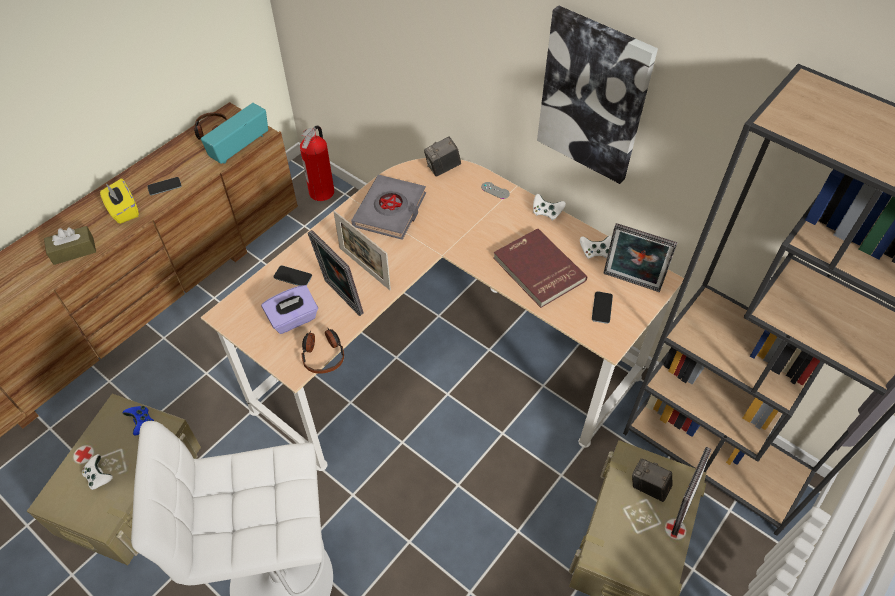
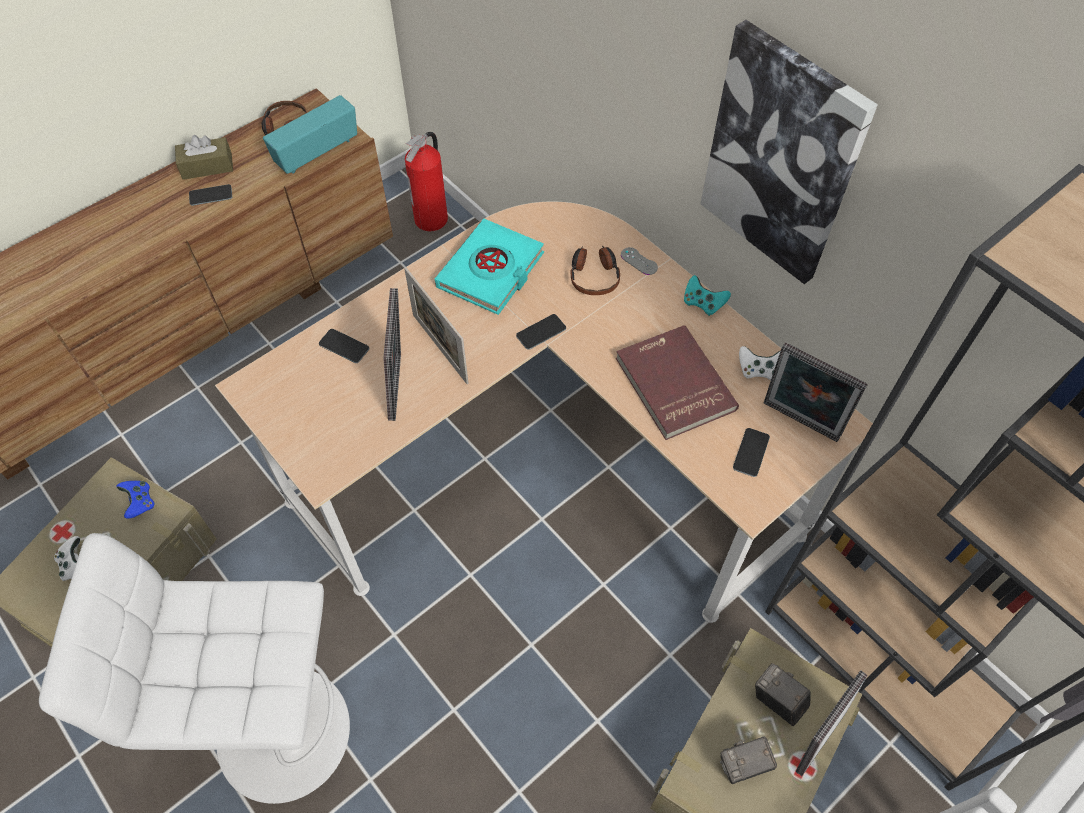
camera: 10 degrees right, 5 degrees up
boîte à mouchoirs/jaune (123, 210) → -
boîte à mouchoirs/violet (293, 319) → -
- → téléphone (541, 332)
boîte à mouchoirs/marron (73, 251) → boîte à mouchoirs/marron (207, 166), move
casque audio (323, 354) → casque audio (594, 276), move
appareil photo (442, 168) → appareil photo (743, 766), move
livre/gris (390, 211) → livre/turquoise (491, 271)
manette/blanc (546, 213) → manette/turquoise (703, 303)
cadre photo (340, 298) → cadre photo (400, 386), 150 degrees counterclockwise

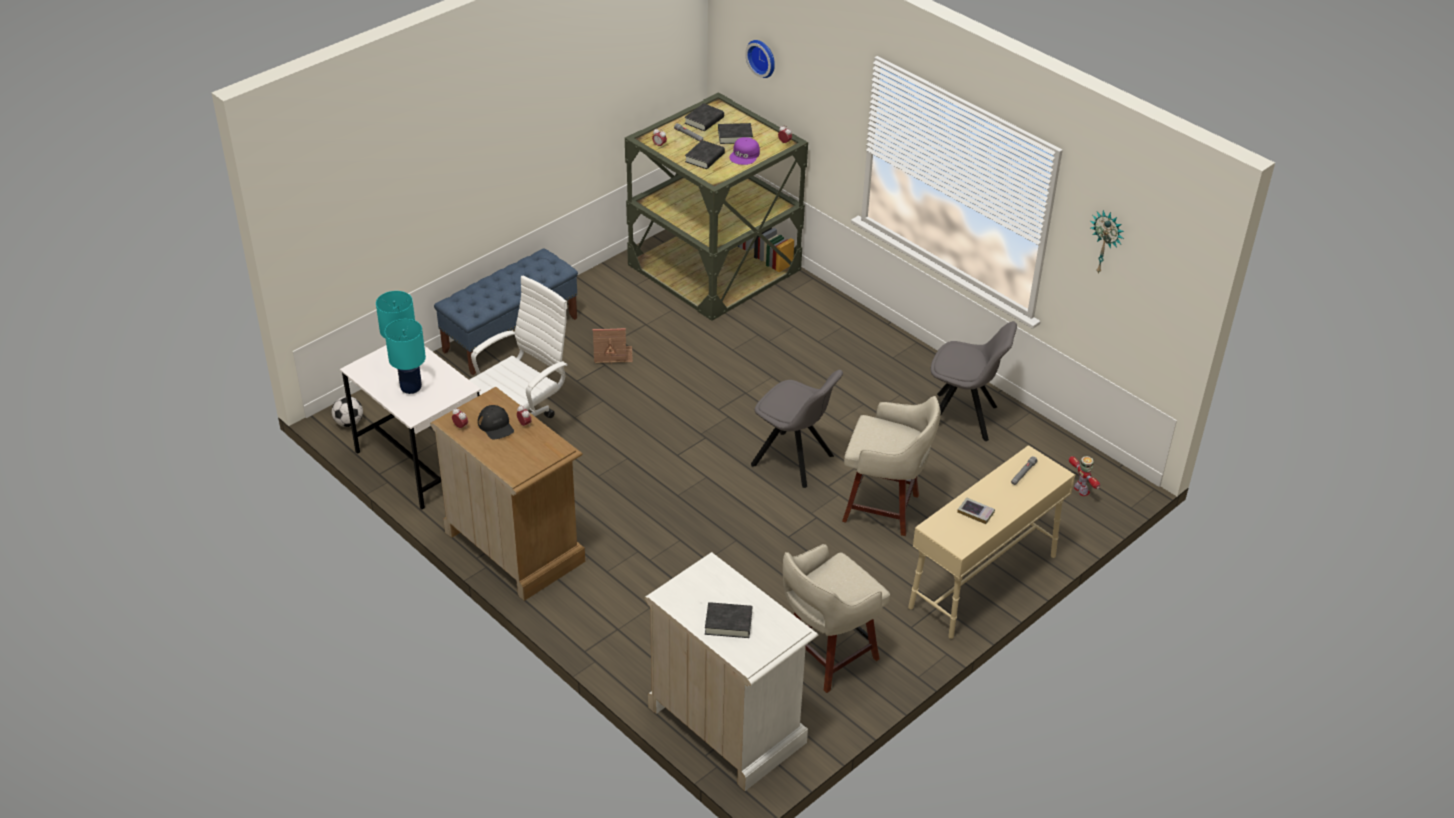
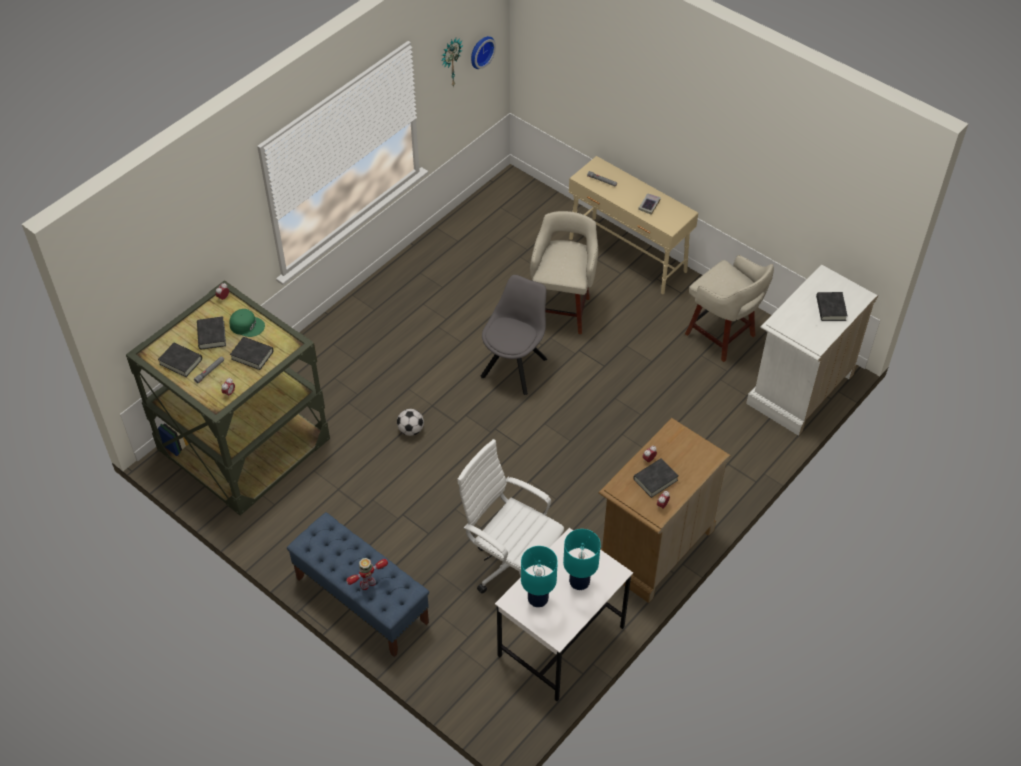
camera: 95 degrees left, 10 degrees up
maison miniature (612, 354) → -
chaise/gris (963, 418) → -
ballon de foot (349, 423) → ballon de foot (411, 430), move
horloge murale (763, 57) → horloge murale (480, 51), move
robot jouet (1081, 490) → robot jouet (368, 583), move
casquette/noir (496, 426) → livre/noir (655, 480)
casquette/violet (745, 155) → casquette/vert (247, 325)

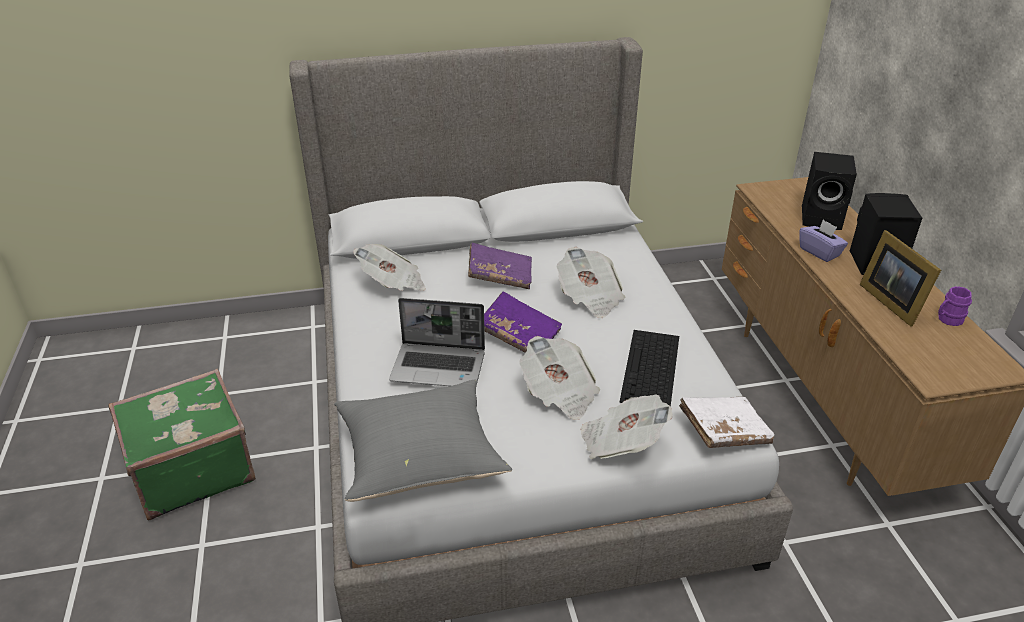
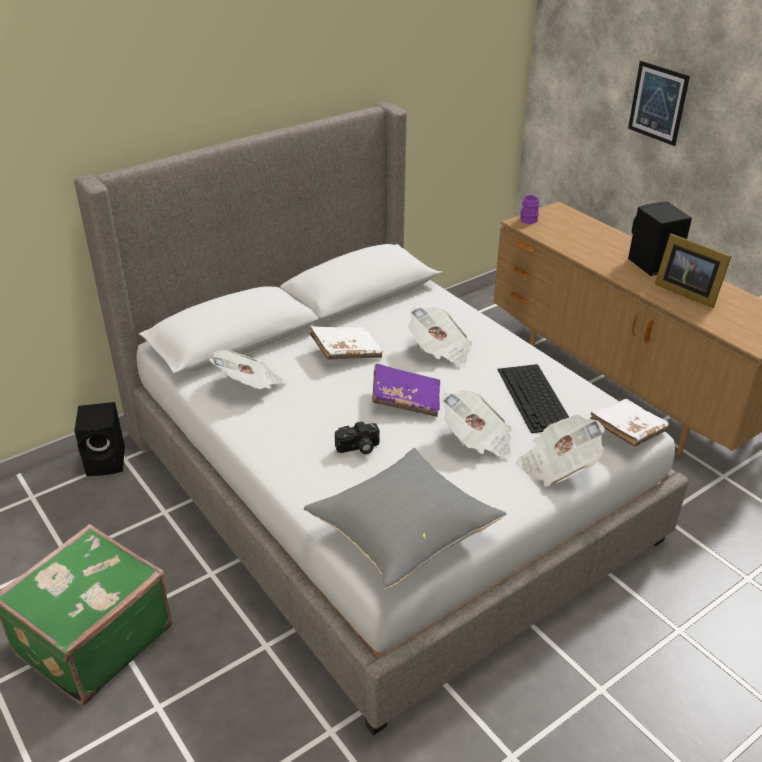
camera: 25 degrees left, 0 degrees up
boîte à mouchoirs/violet (819, 252) → -
- → tableau (658, 103)
enceinte/noir (823, 218) → enceinte/noir (107, 461), move
mug/violet (947, 319) → mug/violet (527, 220), move
ordinateur portable (439, 366) → appareil photo (358, 448)
livre/violet (500, 276) → livre/blanc (346, 352)

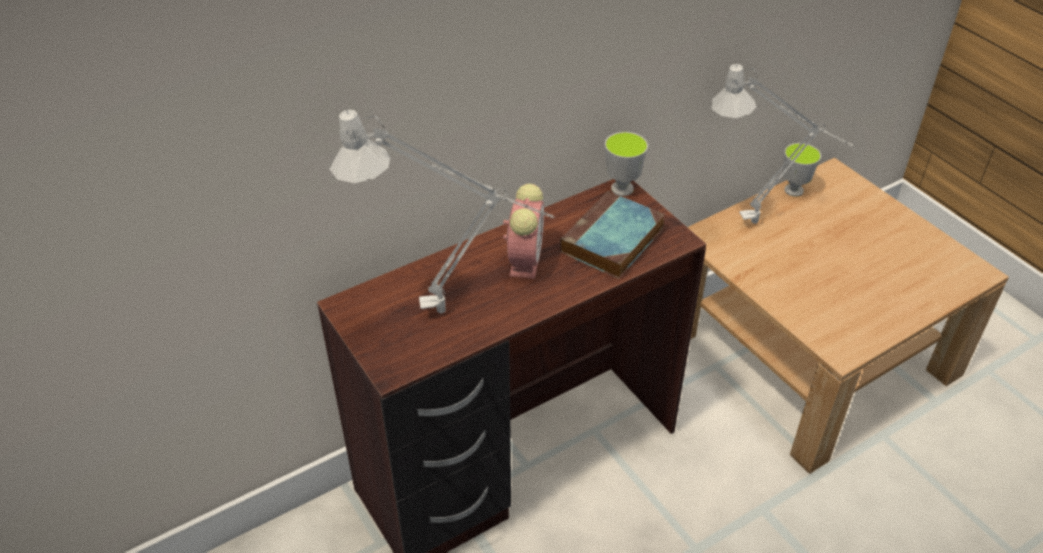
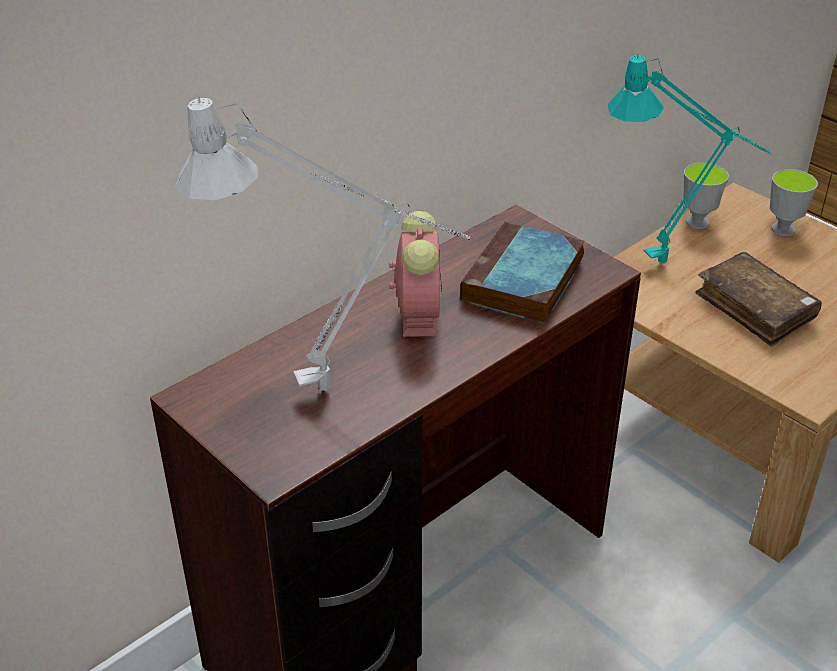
camera: 10 degrees left, 5 degrees down
- → livre/marron (755, 308)
tasse (622, 189) → tasse (783, 229), move
lampe de table/gris (763, 222) → lampe de table/turquoise (672, 261)

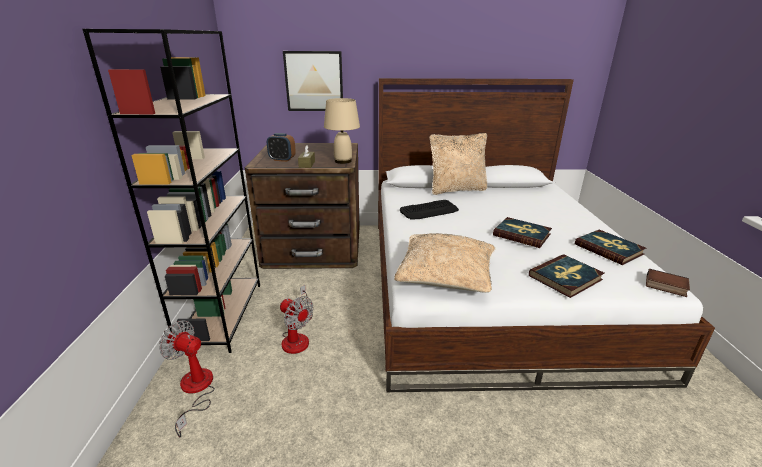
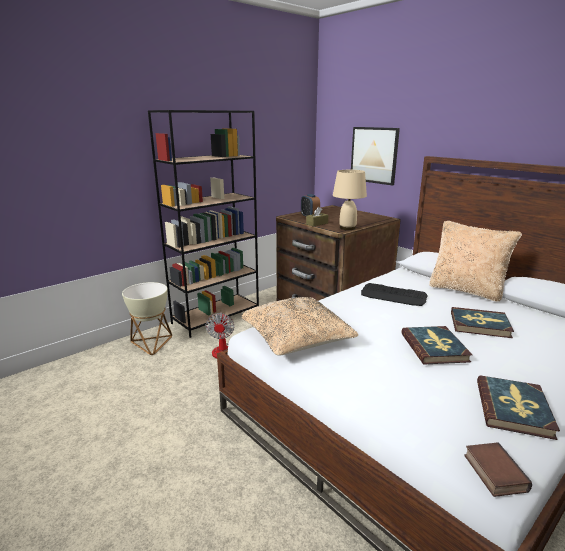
camera: 50 degrees right, 5 degrees down
livre (565, 278) → livre (479, 325), move
ventilateur (195, 390) → cache-pot (151, 345)

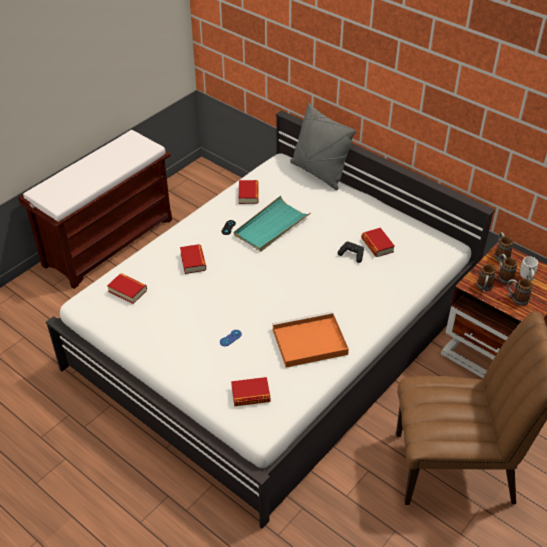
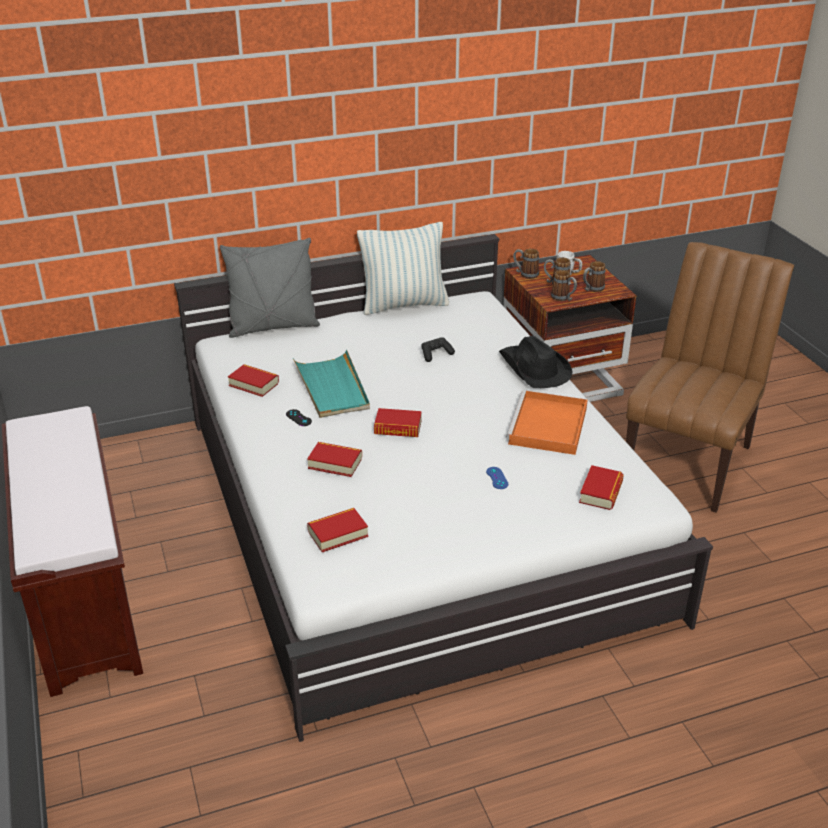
camera: 60 degrees left, 10 degrees down
- → coussin (404, 305)
- → chapeau/noir (534, 369)
livre (377, 245) → livre (398, 428), move

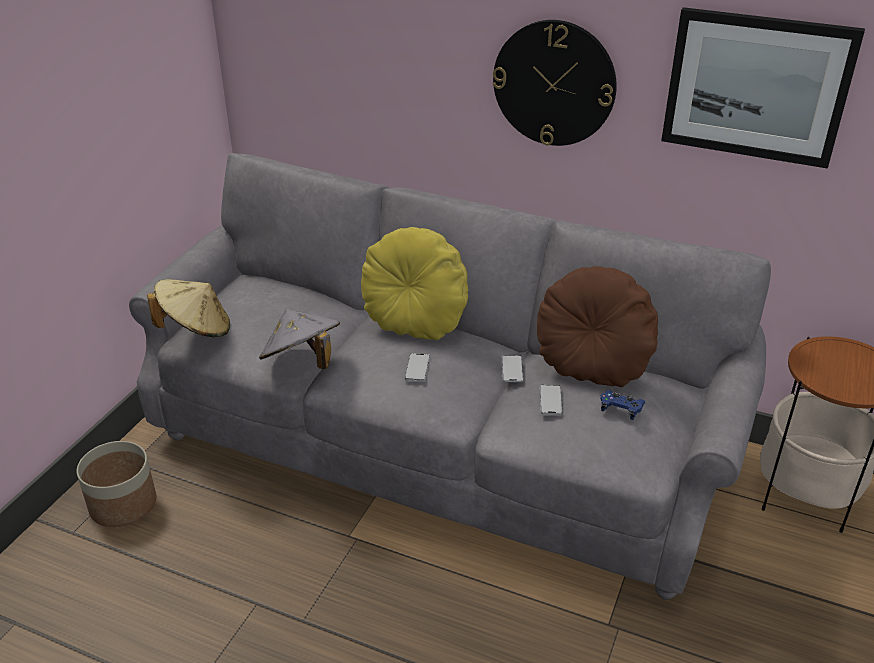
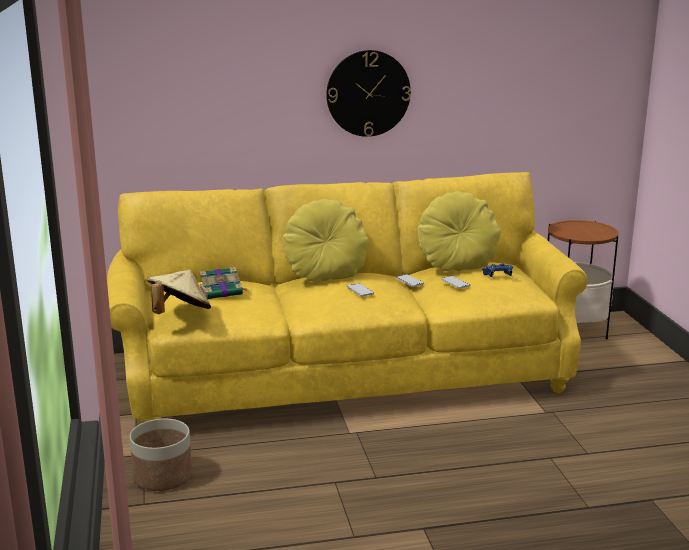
camera: 35 degrees left, 15 degrees down
chapeau/gris (302, 362) → -
tableau (756, 87) → -
- → livre (222, 292)
canapé/gris (437, 442) → canapé/jaune (344, 374)
coussin/marron (591, 370) → coussin/jaune (457, 267)

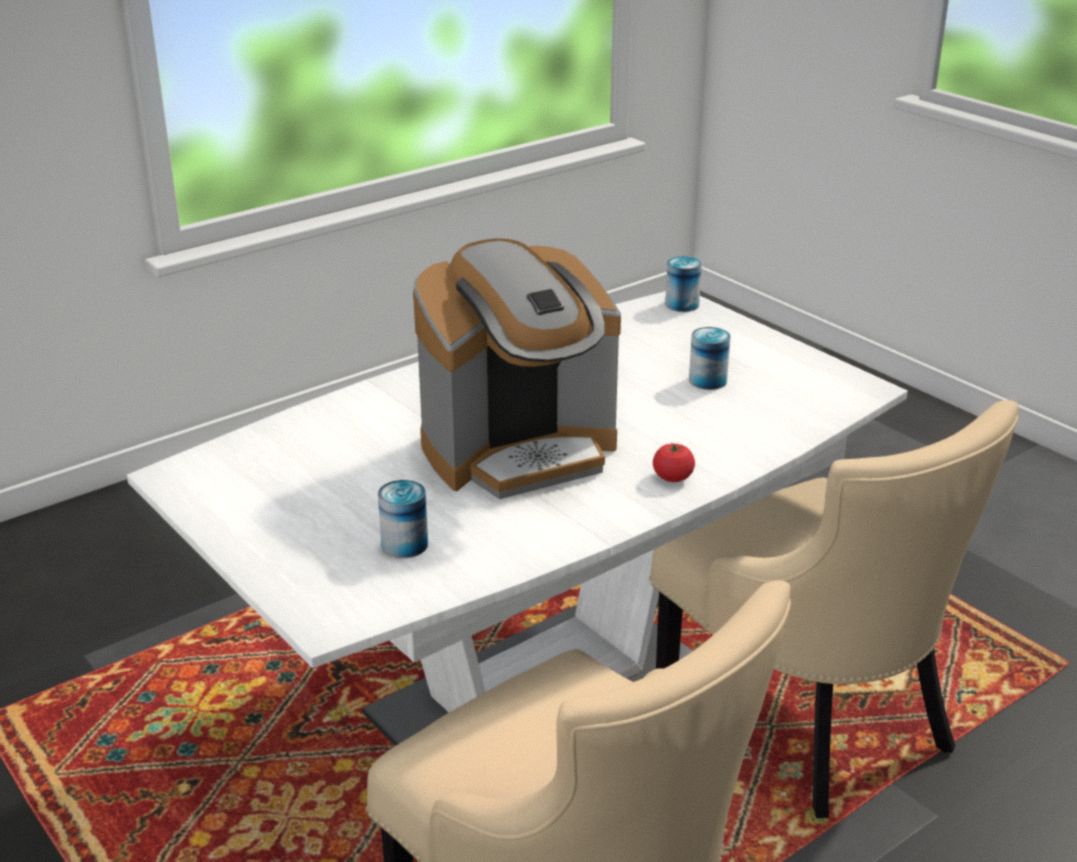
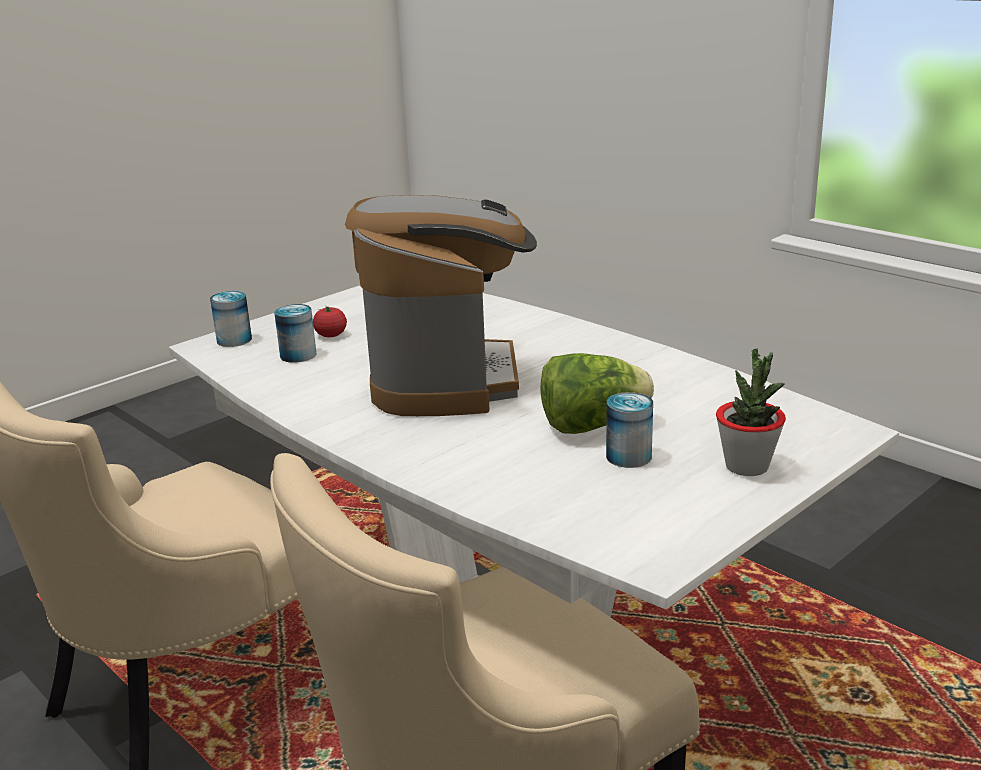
camera: 85 degrees right, 5 degrees down
- → laitue (592, 425)
- → plante en pot (747, 466)
tomate (672, 477) → tomate (331, 335), move
boîte métallique (682, 304) → boîte métallique (234, 340), move
machine à café (519, 451) → machine à café (446, 379), 150 degrees counterclockwise

